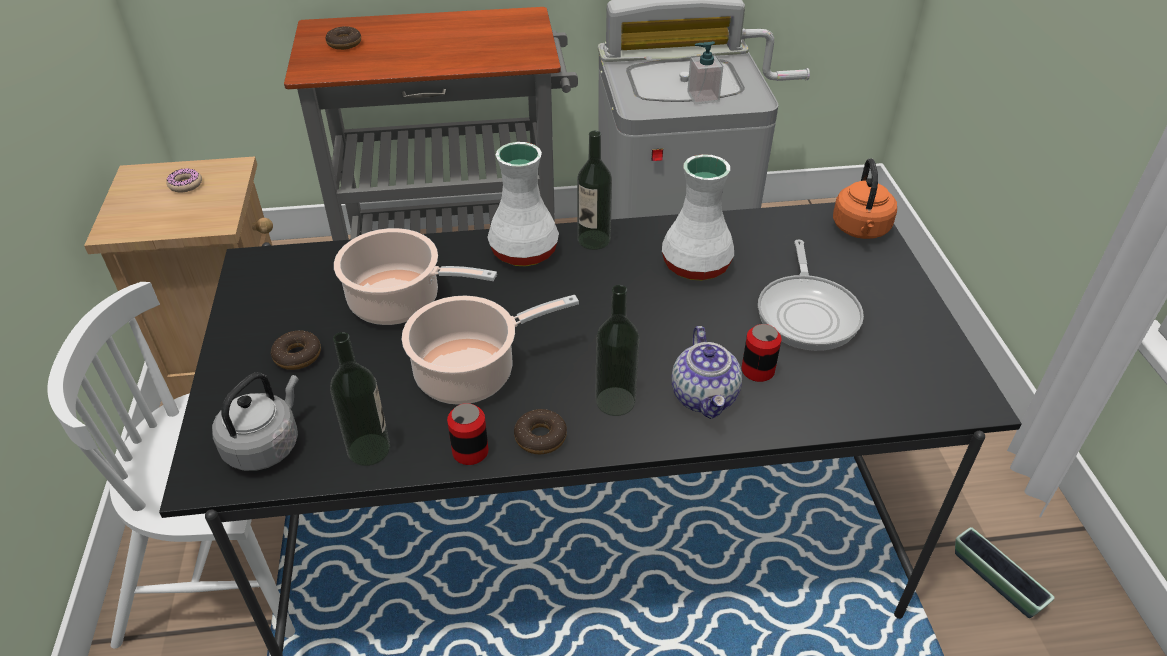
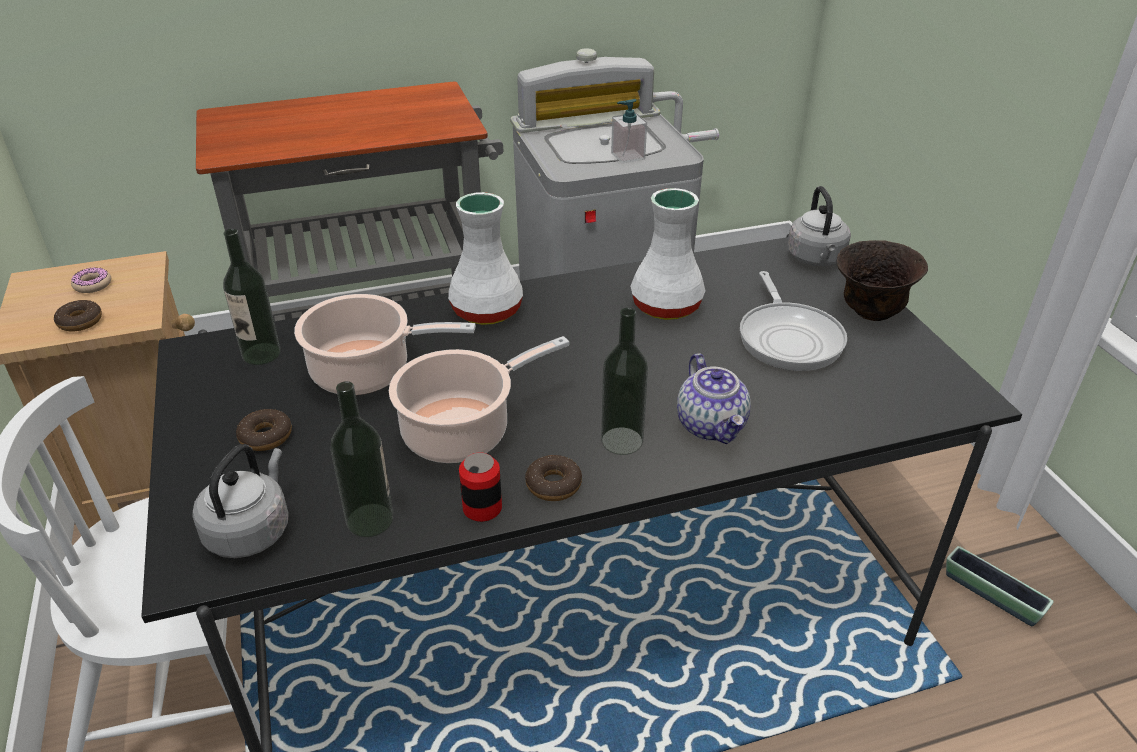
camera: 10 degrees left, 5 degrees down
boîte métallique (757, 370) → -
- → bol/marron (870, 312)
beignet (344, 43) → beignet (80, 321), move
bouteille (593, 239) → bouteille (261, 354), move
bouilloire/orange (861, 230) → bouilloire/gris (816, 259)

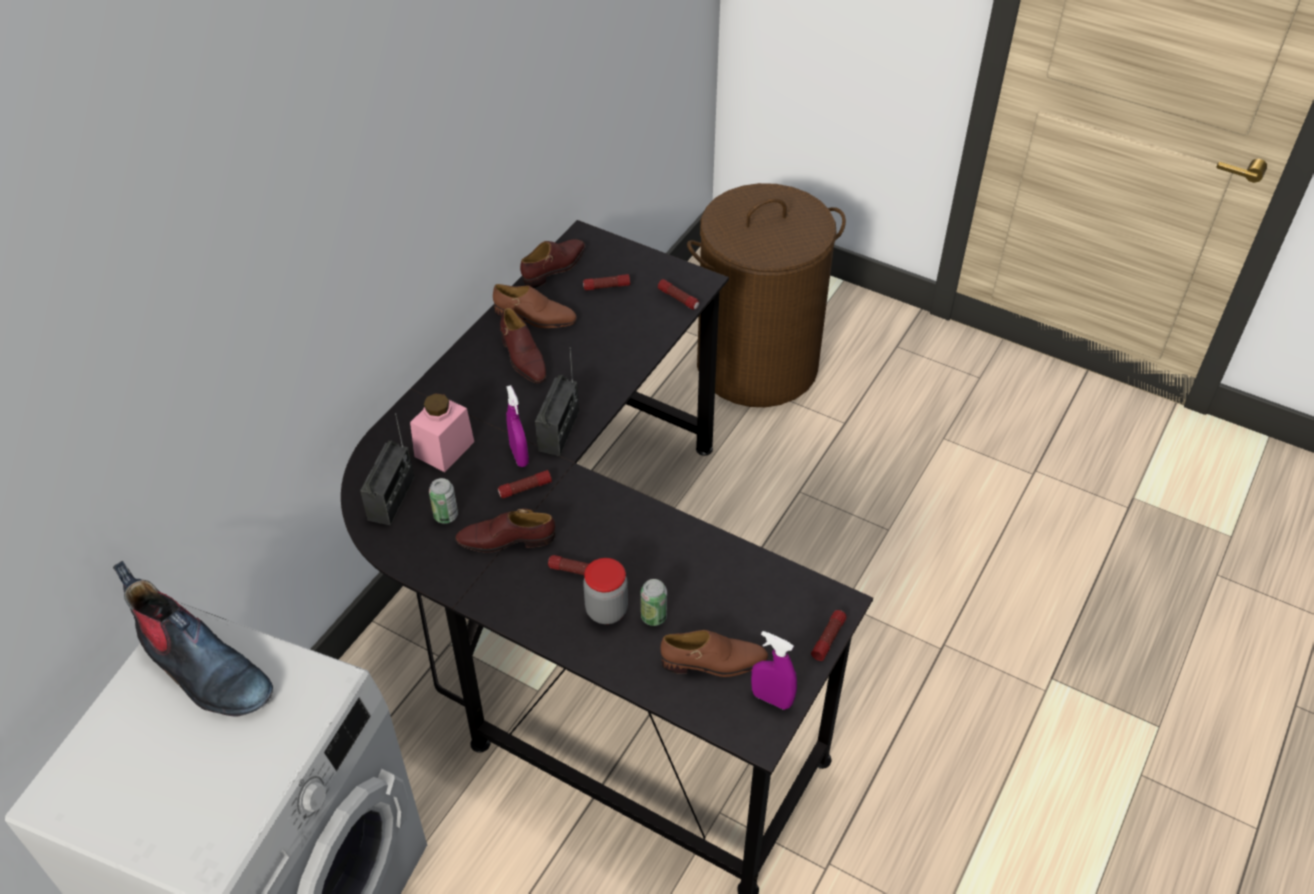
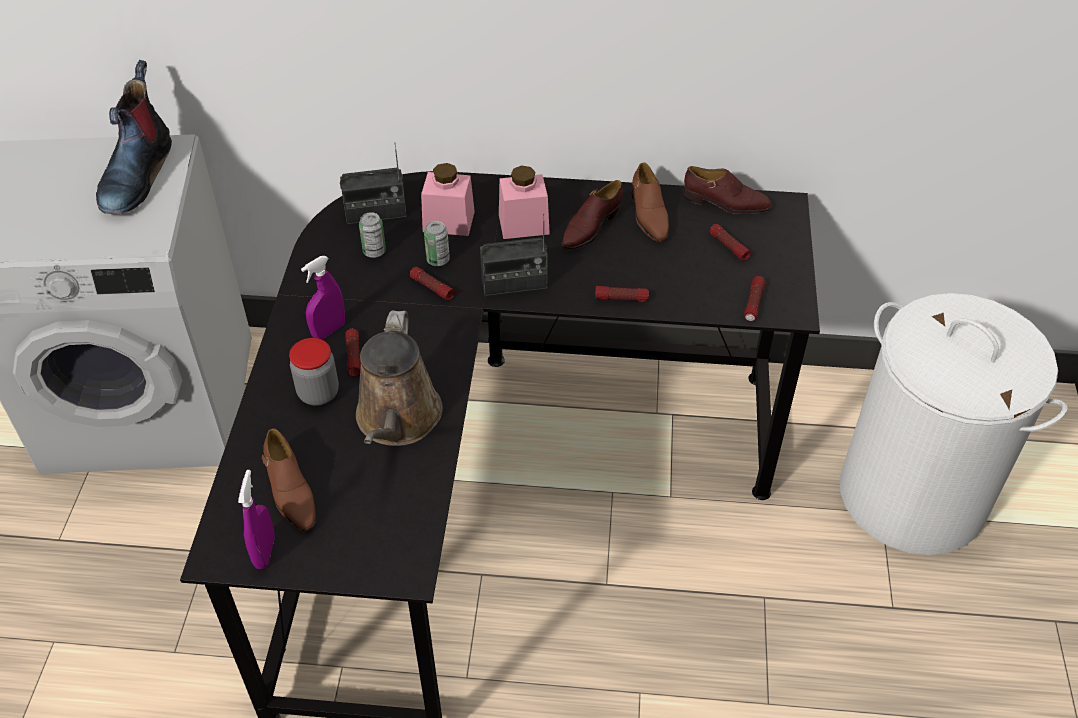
camera: 65 degrees right, 0 degrees up
chaussure/marron (506, 539) → -
- → arrosoir/marron (398, 420)
- → bocal/rose (523, 224)
vaporisateur/violet (519, 456) → vaporisateur/violet (328, 330), move
boîte métallique (653, 616) → boîte métallique (438, 260), move
lampe de poche (828, 638) → lampe de poche (621, 298), move
panier à linge/marron (757, 365) → panier à linge/blanc (913, 495)

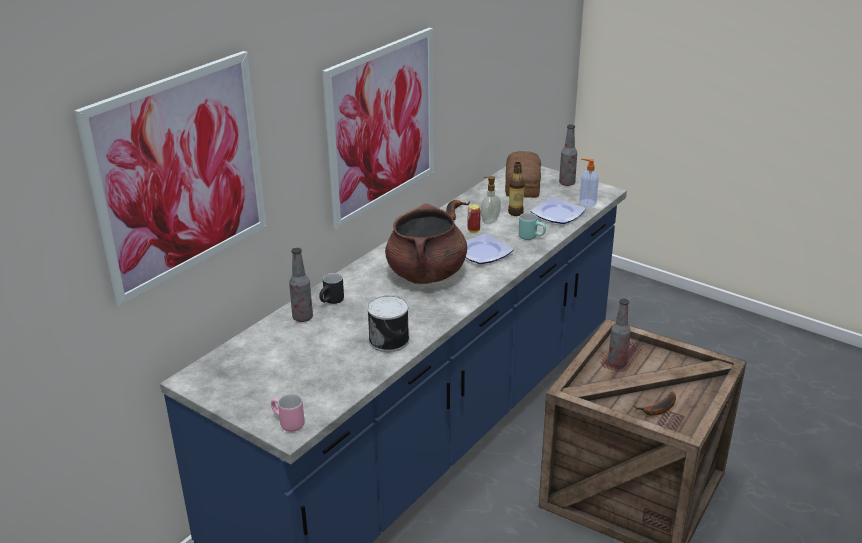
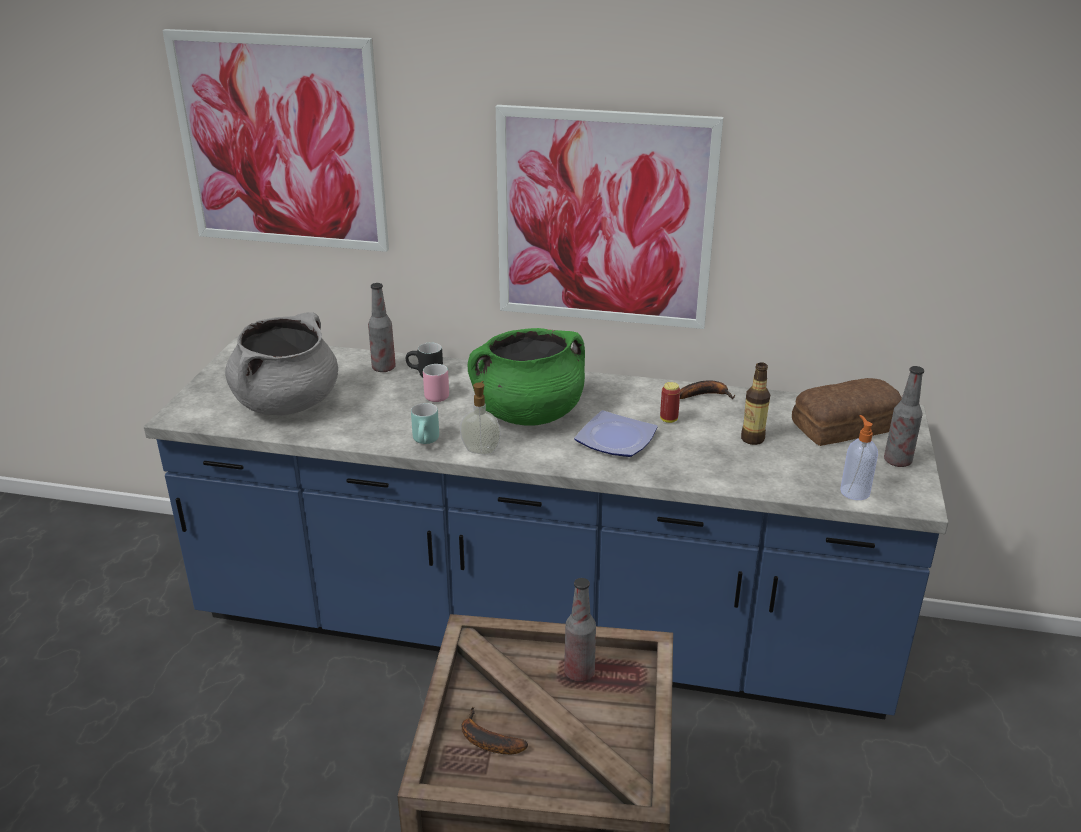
camera: 65 degrees right, 0 degrees up
boîte métallique (390, 340) → -
assiette (559, 214) → -
- → marmite/gris (287, 403)
mug/rose (287, 424) → mug/rose (436, 394), move
distributeur de savon (489, 221) → distributeur de savon (481, 450), move
mug/turquoise (532, 237) → mug/turquoise (427, 442), move
marmite/marron (426, 274) → marmite/vert (528, 414)

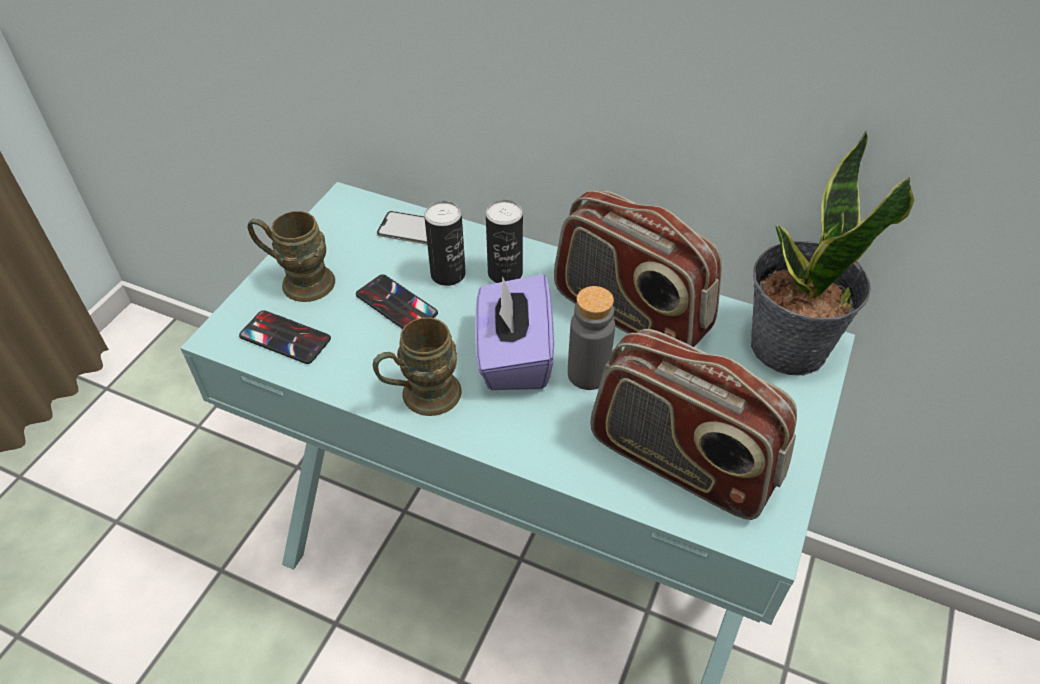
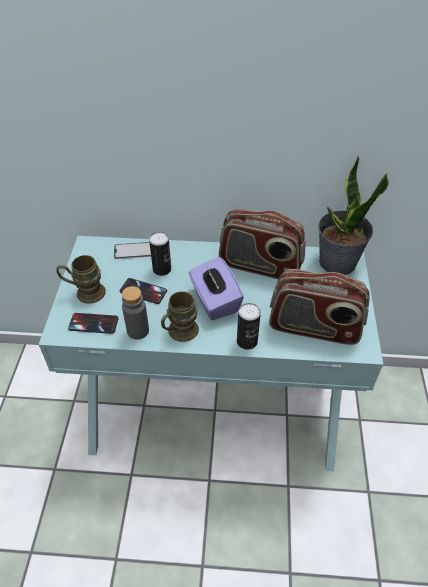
camera: 20 degrees left, 0 degrees up
boîte métallique (505, 273) → boîte métallique (247, 341), move
bouteille/gris (588, 374) → bouteille/gris (138, 331), move

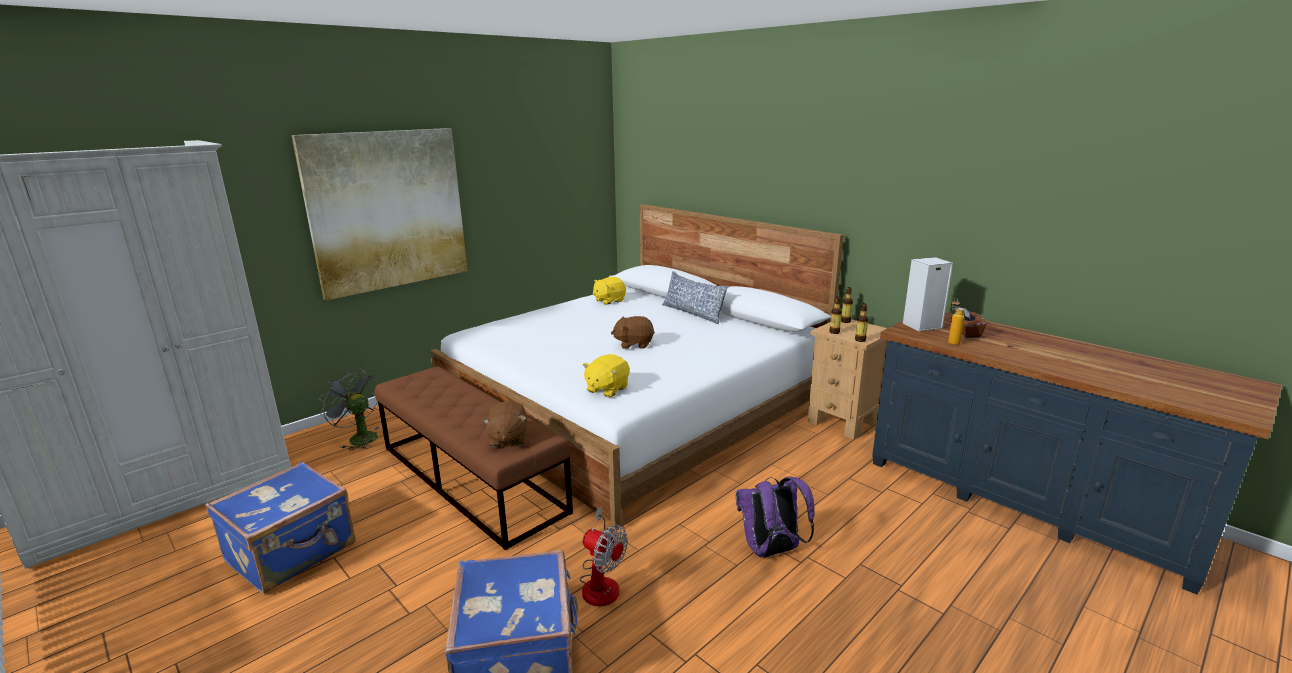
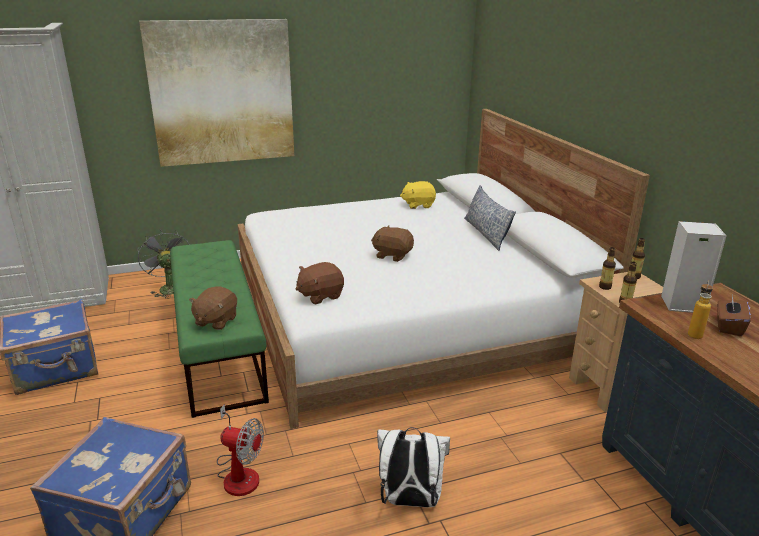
camera: 25 degrees right, 5 degrees up
banc/marron (471, 478) → banc/vert (218, 346)
peluche/jaune (606, 389) → peluche/marron (320, 295)
sac à dos/violet (771, 551) → sac à dos/blanc (410, 501)
ventilateur (601, 582) → ventilateur (239, 473), 45 degrees counterclockwise

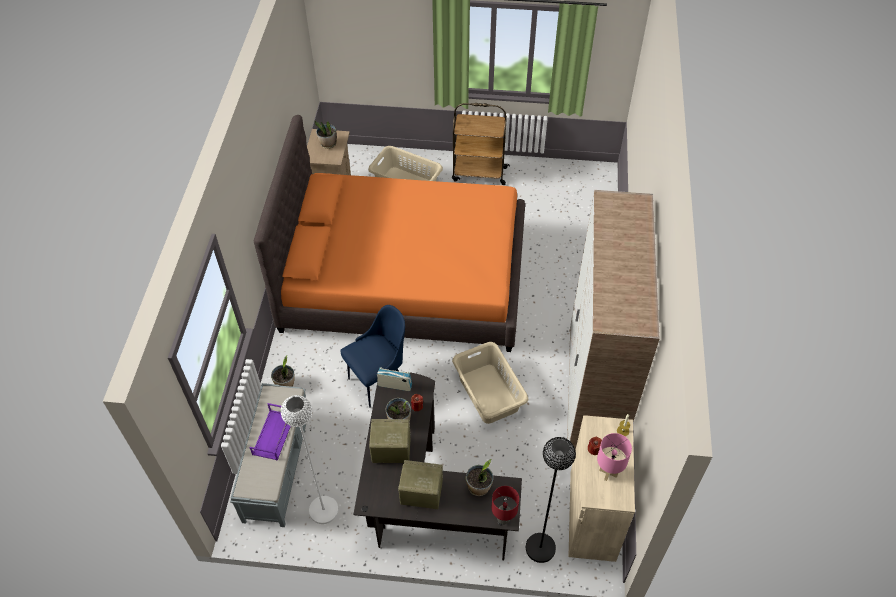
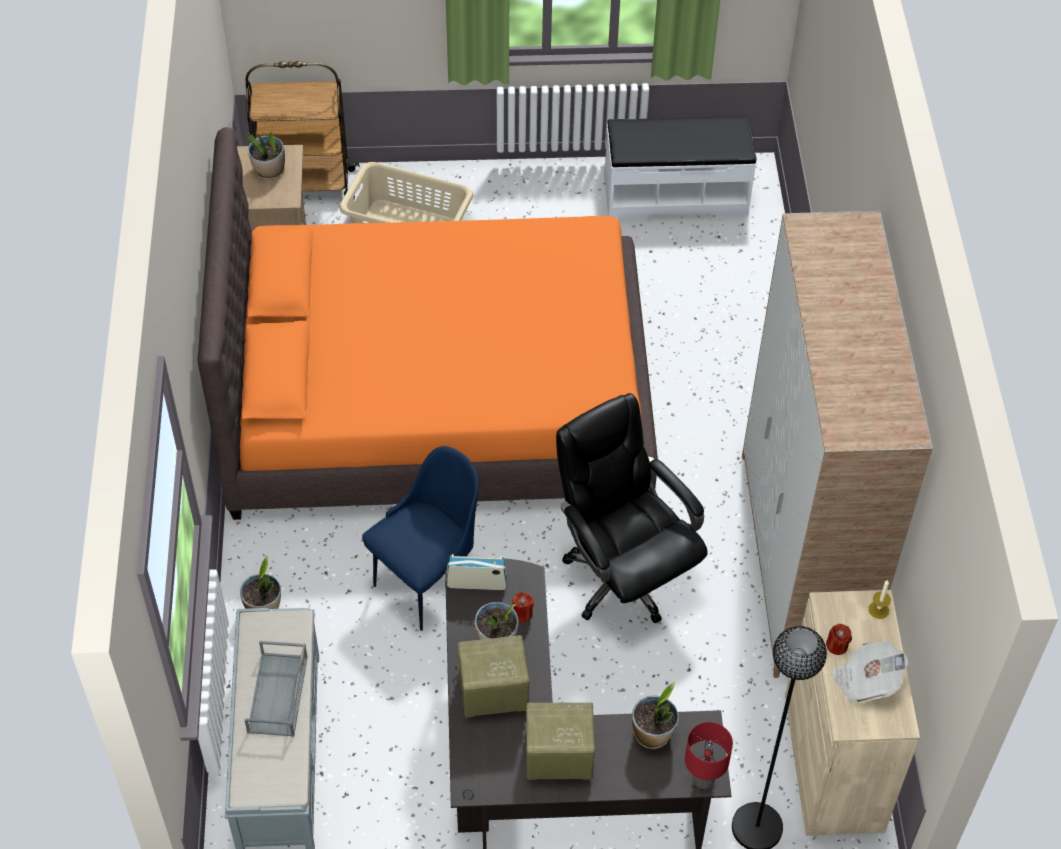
camera: 10 degrees left, 0 degrees up
lampadaire/blanc (323, 510) → -
- → banc/blanc (675, 194)
chariot/marron (478, 174) → chariot/marron (305, 186), move
panier à linge/beige (489, 393) → chaise de bureau/noir (623, 580)
lampe de table/rose (607, 473) → journal (866, 681)
plateau/violet (274, 435) → plateau/gris (278, 695)

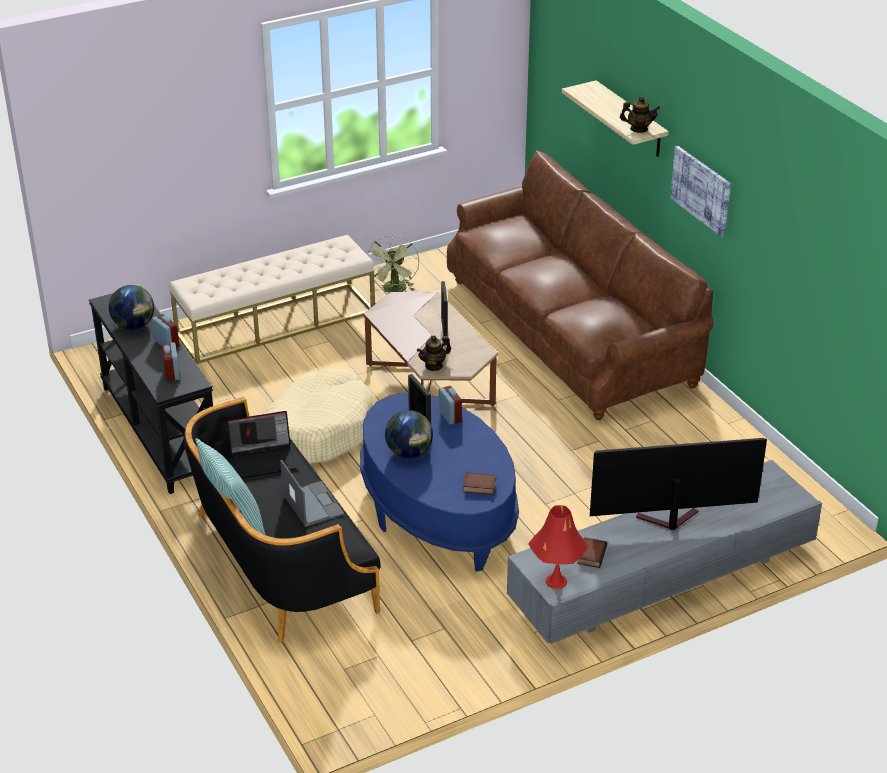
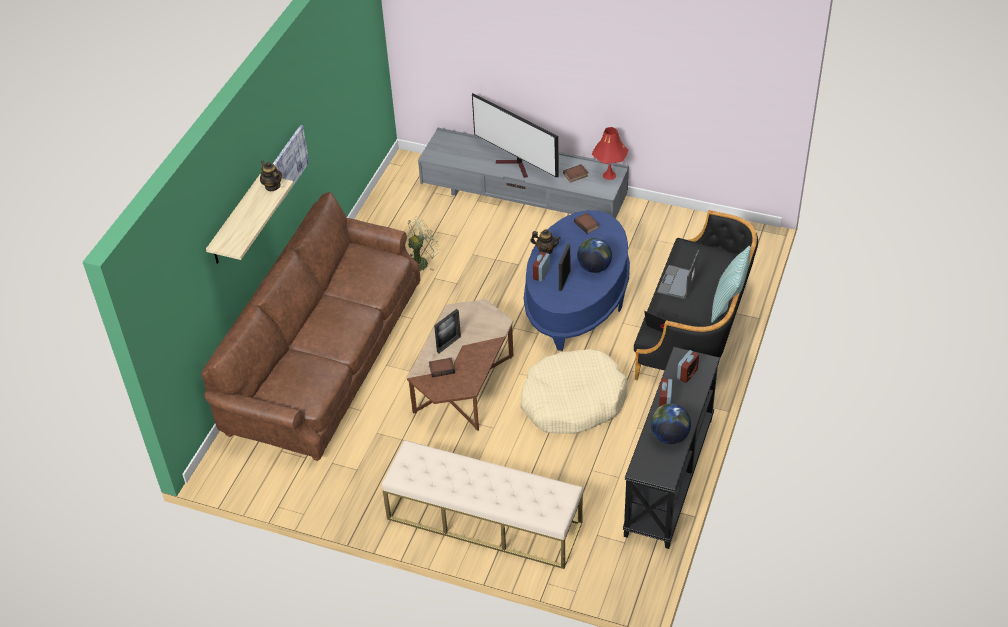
camera: 130 degrees left, 10 degrees up
- → livre (442, 368)
ventilateur/vert (395, 290) → ventilateur/vert (421, 261), move
théière (434, 365) → théière (545, 250), move

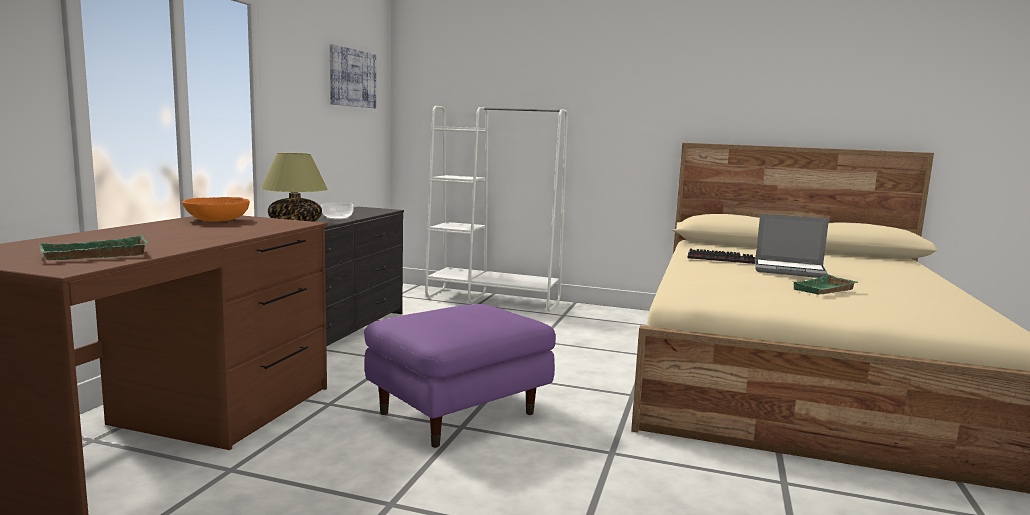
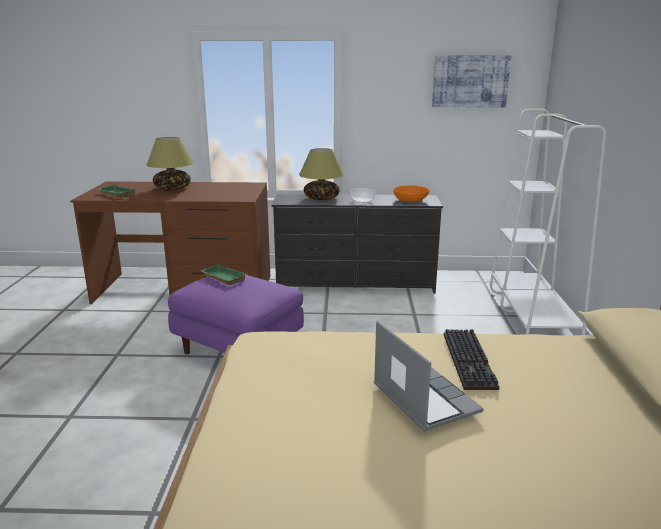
camera: 75 degrees right, 10 degrees up
- → lampe de table (172, 188)
bol/orange (217, 220) → bol/orange (410, 200), move
plateau/vert (825, 290) → plateau/vert (222, 278), move
ordinateur portable (790, 270) → ordinateur portable (423, 398), 150 degrees clockwise

